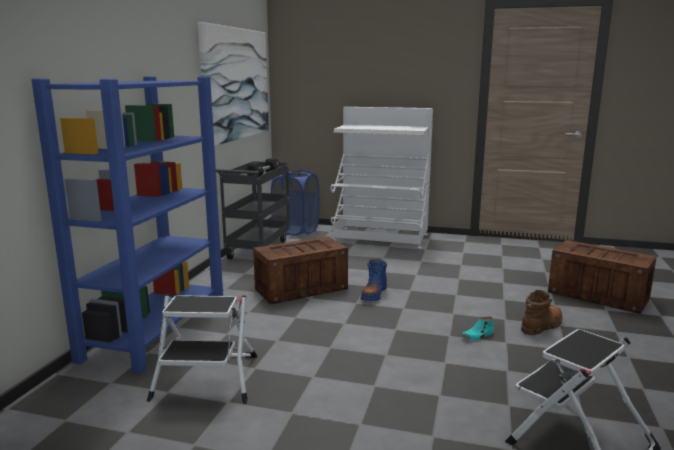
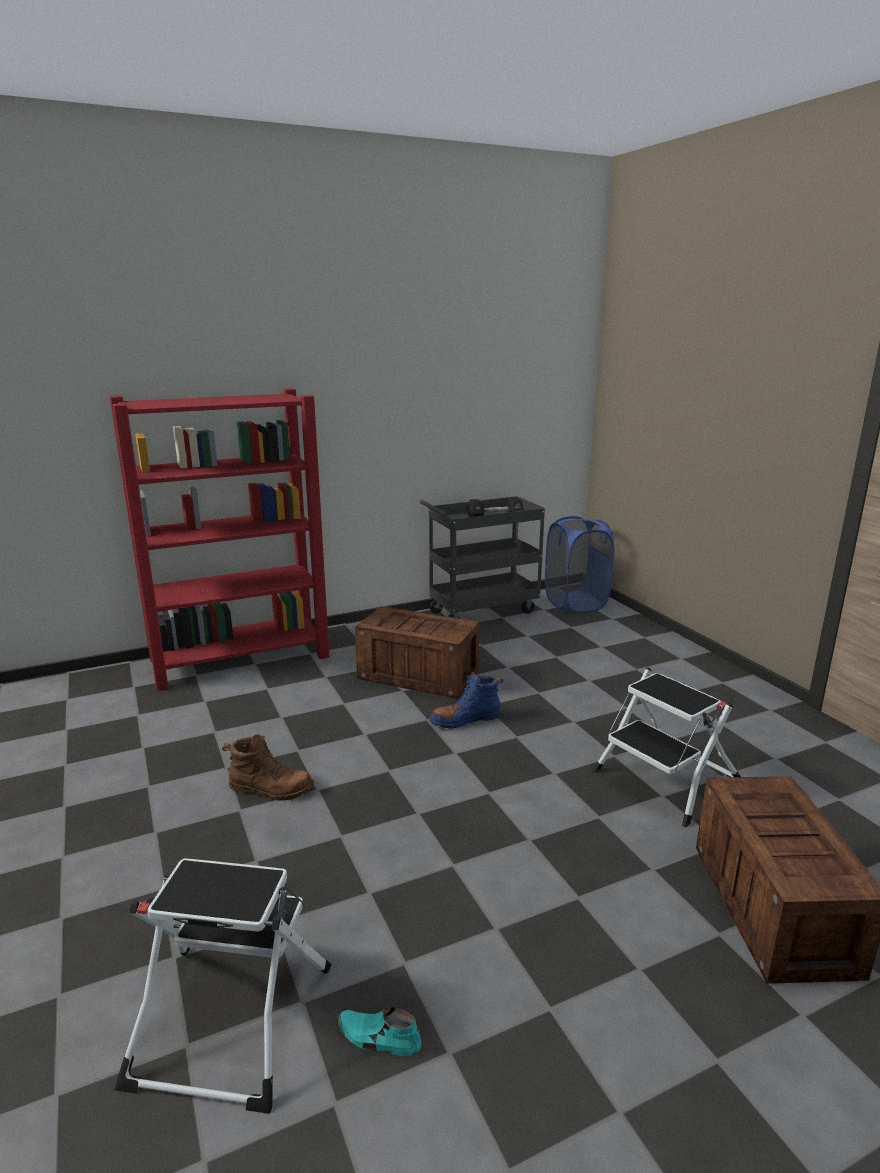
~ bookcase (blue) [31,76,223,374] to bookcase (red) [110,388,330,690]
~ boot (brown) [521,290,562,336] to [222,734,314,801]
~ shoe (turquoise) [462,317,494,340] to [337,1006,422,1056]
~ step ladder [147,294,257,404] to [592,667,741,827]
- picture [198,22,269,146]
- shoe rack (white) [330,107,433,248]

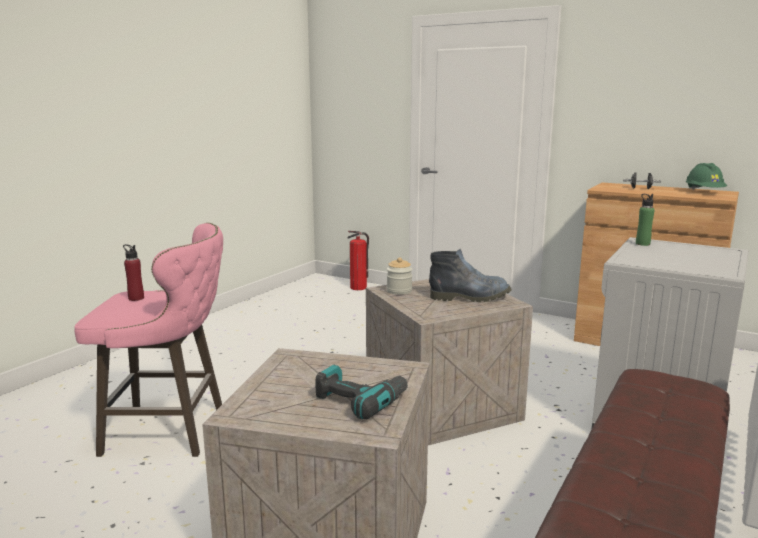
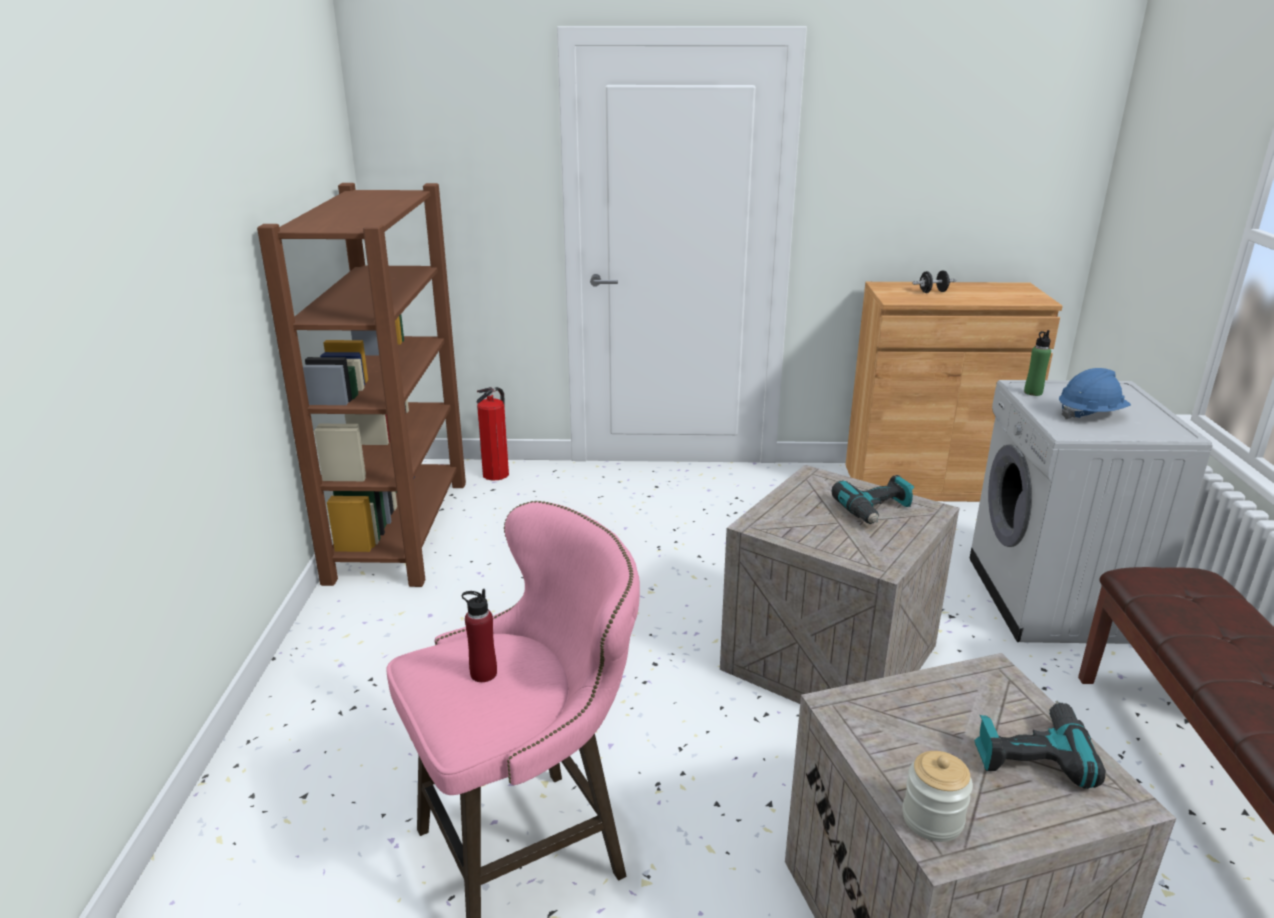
+ bookcase (brown) [257,183,466,587]
~ boot [429,248,512,302] to power drill [832,475,914,524]
~ jar [387,257,412,295] to [902,751,973,842]
+ hard hat (blue) [1059,368,1131,420]
- hard hat (green) [685,163,727,190]

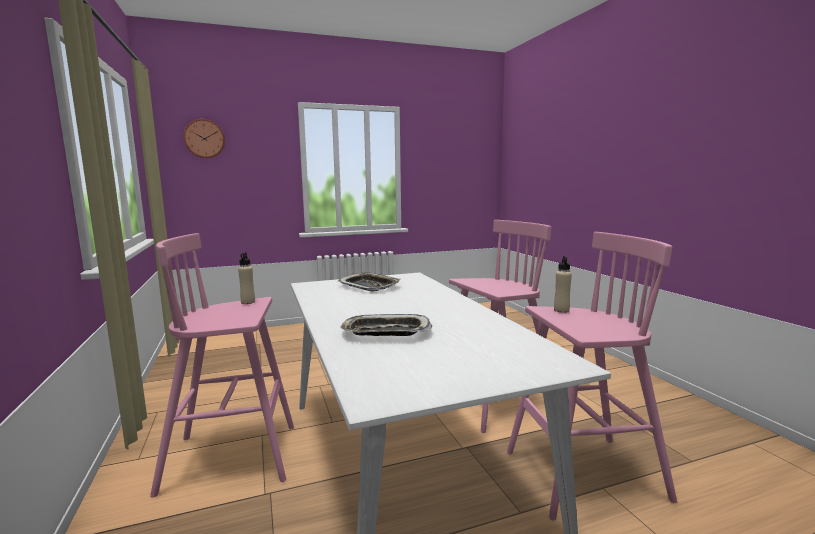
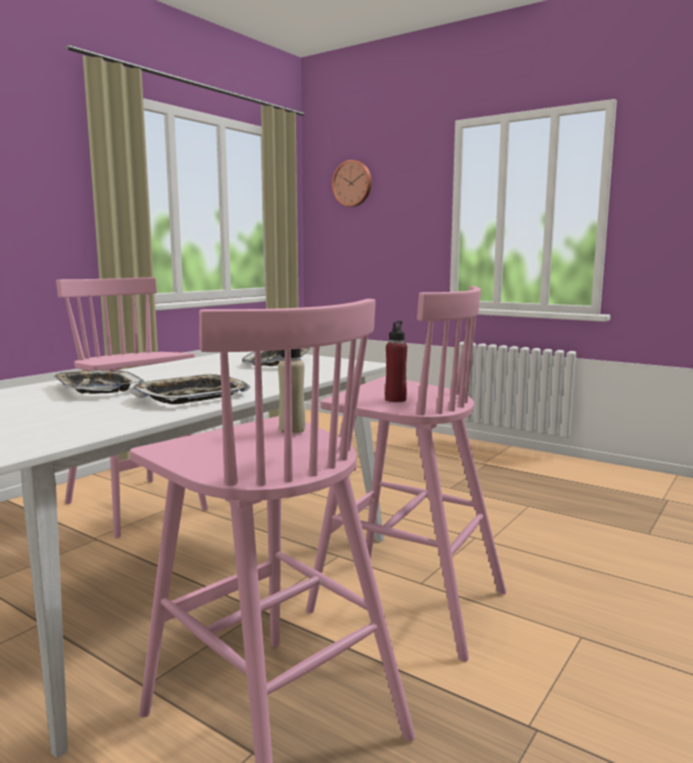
+ tray [131,374,250,404]
+ bottle (red) [385,321,407,402]
- bottle (beige) [238,252,255,304]

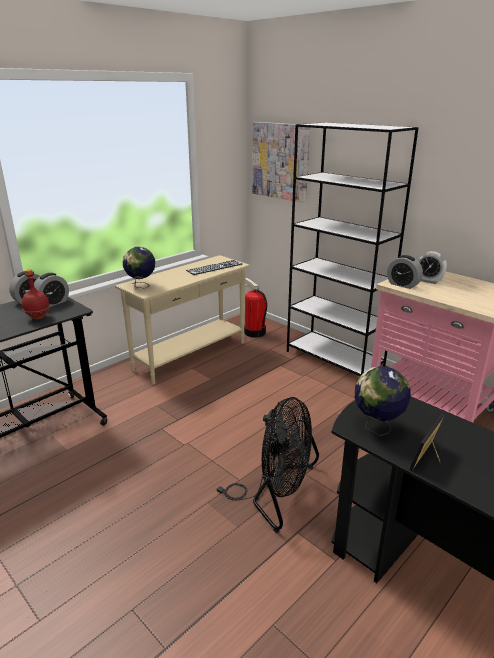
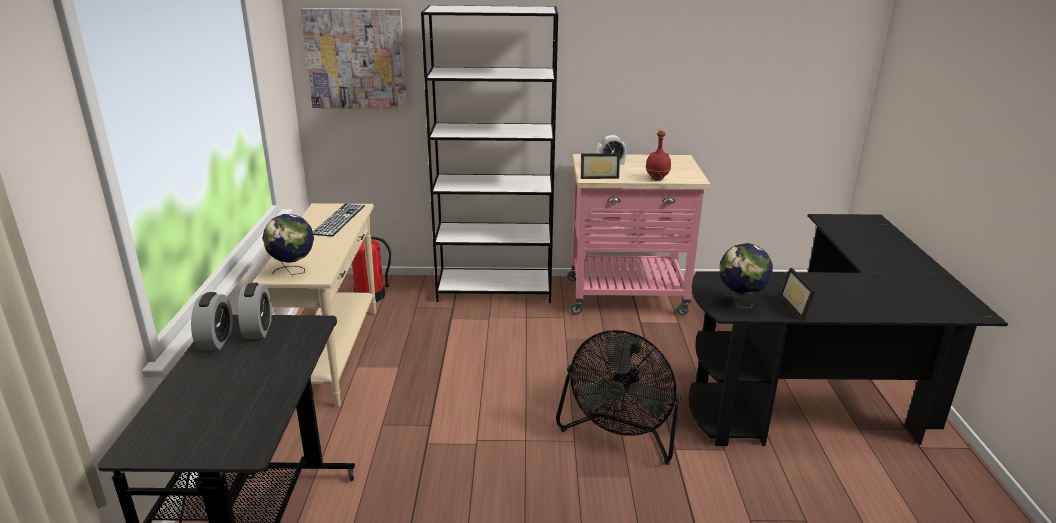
~ fan (black) [217,397,319,533] = [556,330,681,465] 135 degrees clockwise
~ alarm clock [387,255,423,289] to picture frame [581,153,620,179]
~ bottle (red) [22,269,50,320] to [646,130,671,181]

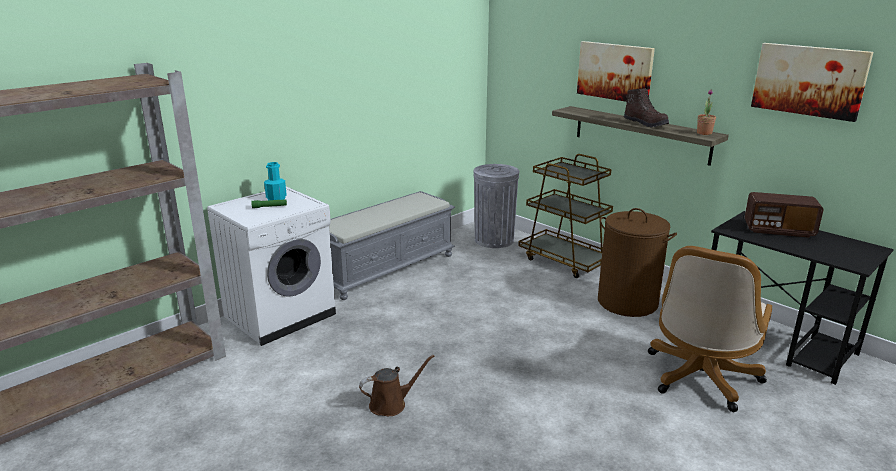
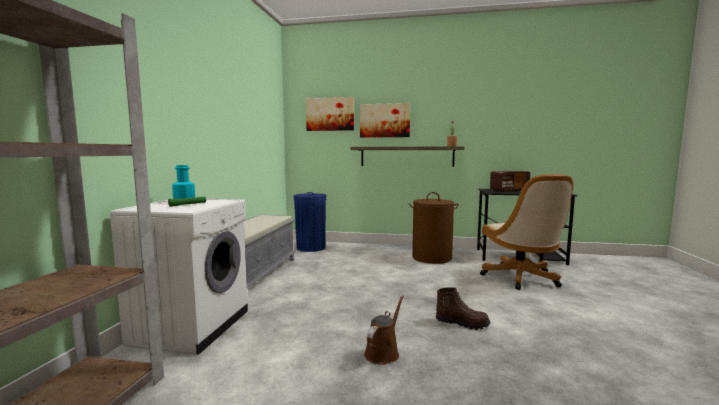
~ trash can (grey) [474,164,519,248] to trash can (blue) [294,192,326,252]
~ picture [751,43,873,122] to [306,97,354,131]
~ boot (brown) [624,88,669,127] to [436,287,491,330]
- cart (brown) [518,154,613,278]

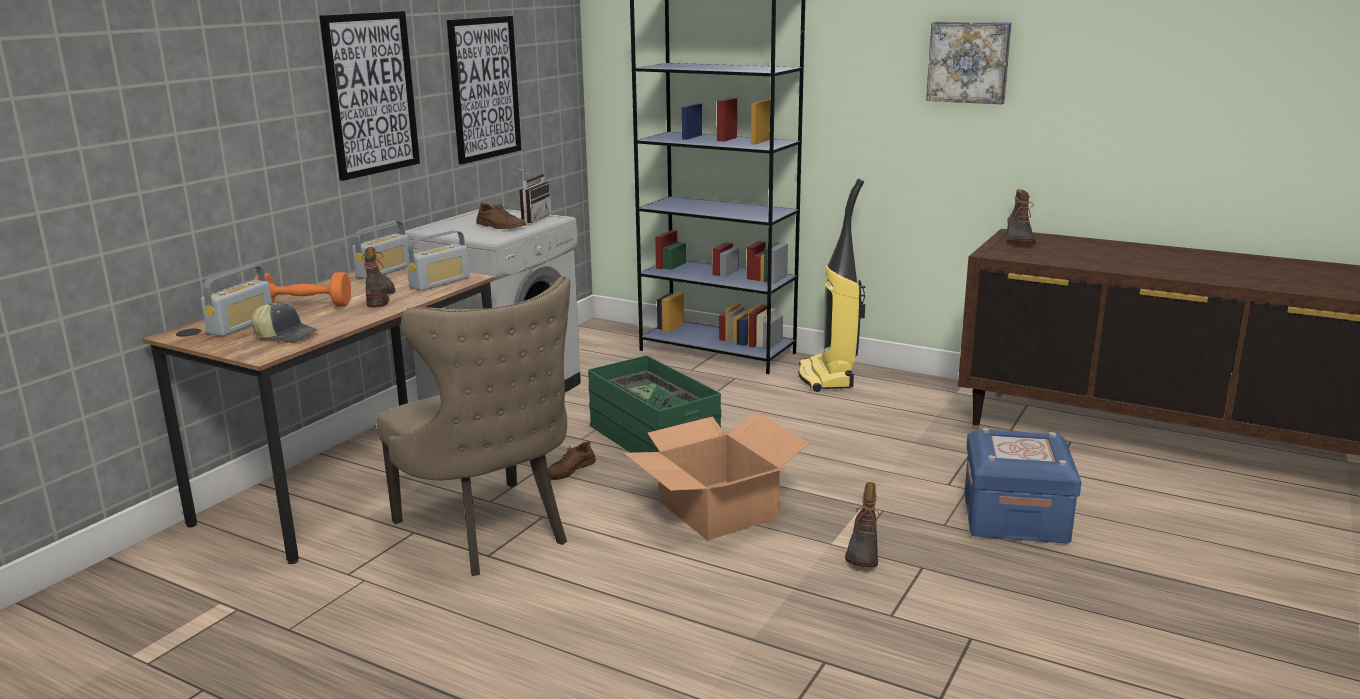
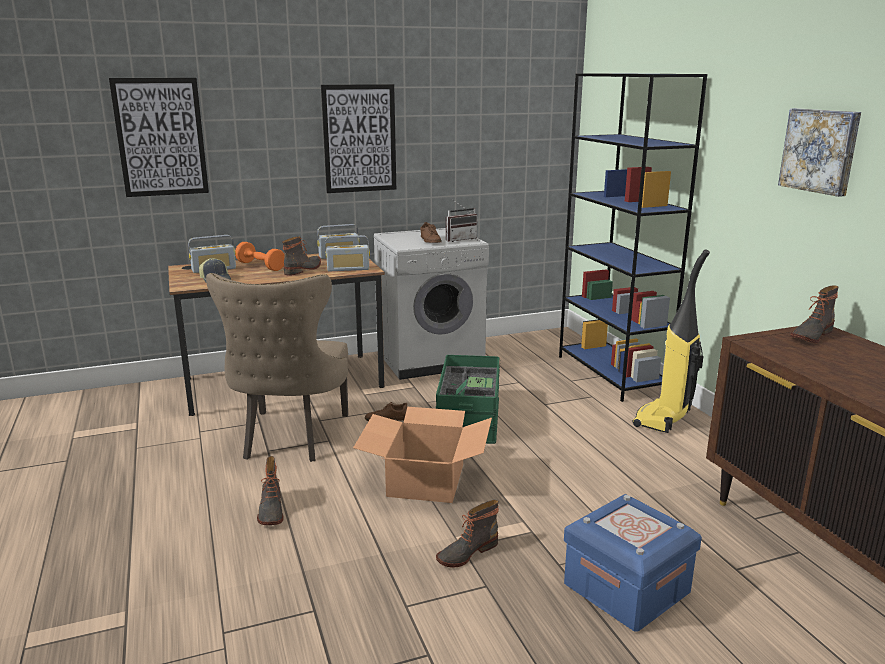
~ picture [447,16,522,164] to [109,78,209,197]
+ boot [257,456,283,525]

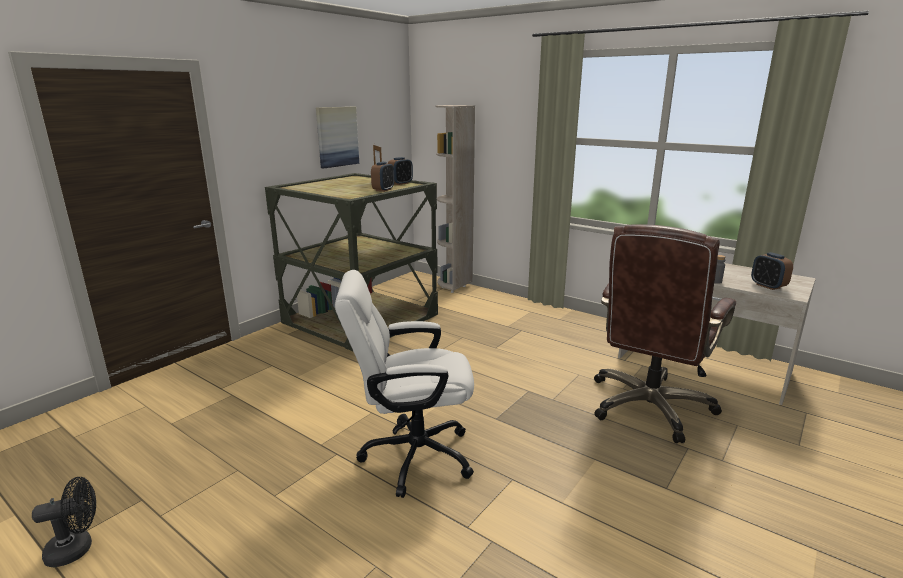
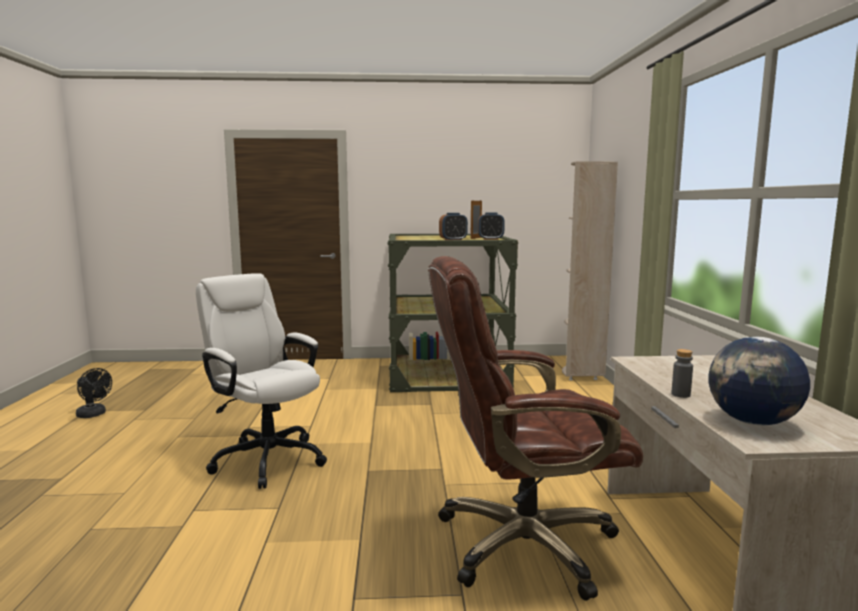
~ alarm clock [751,252,793,290] to globe [708,337,810,426]
- picture [316,107,359,169]

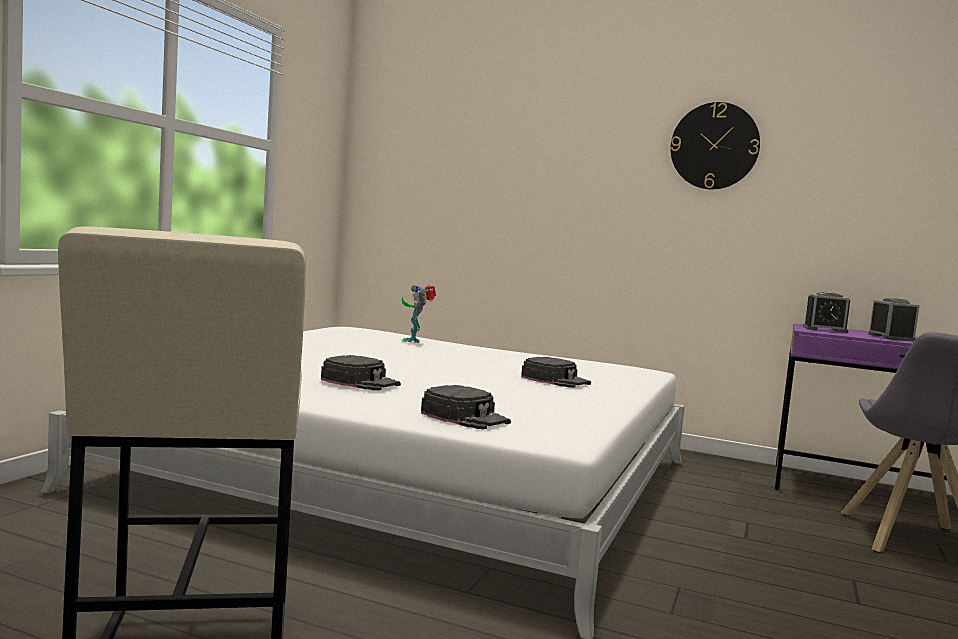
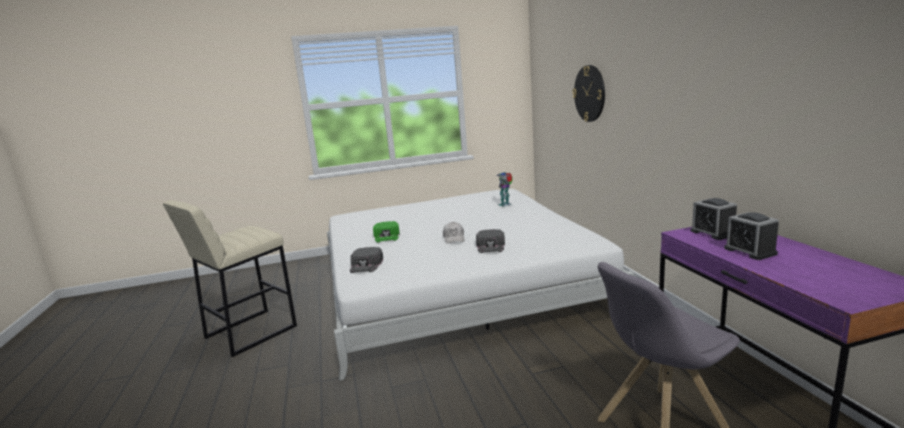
~ cap (black) [321,355,401,390] to cap (green) [373,221,400,242]
+ cap (white) [443,222,465,243]
~ wall clock [670,102,760,190] to [573,65,605,122]
~ alarm clock [868,298,920,341] = [724,212,779,260] 105 degrees clockwise

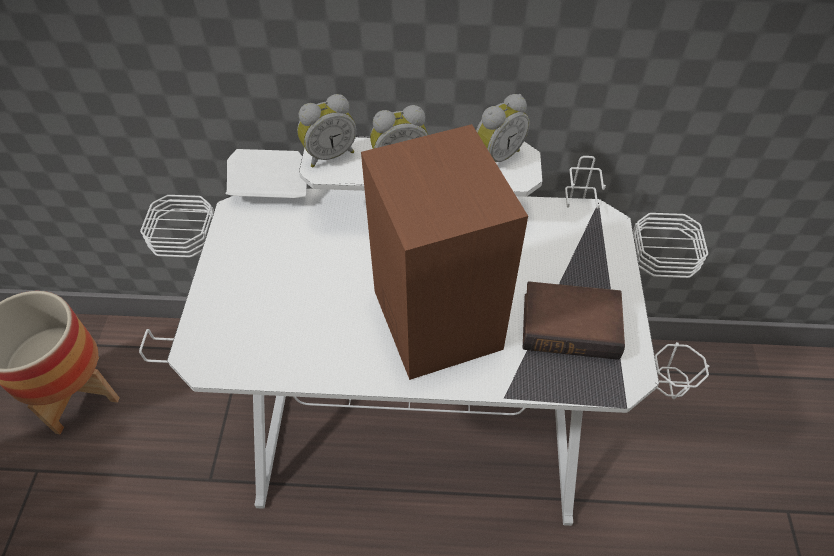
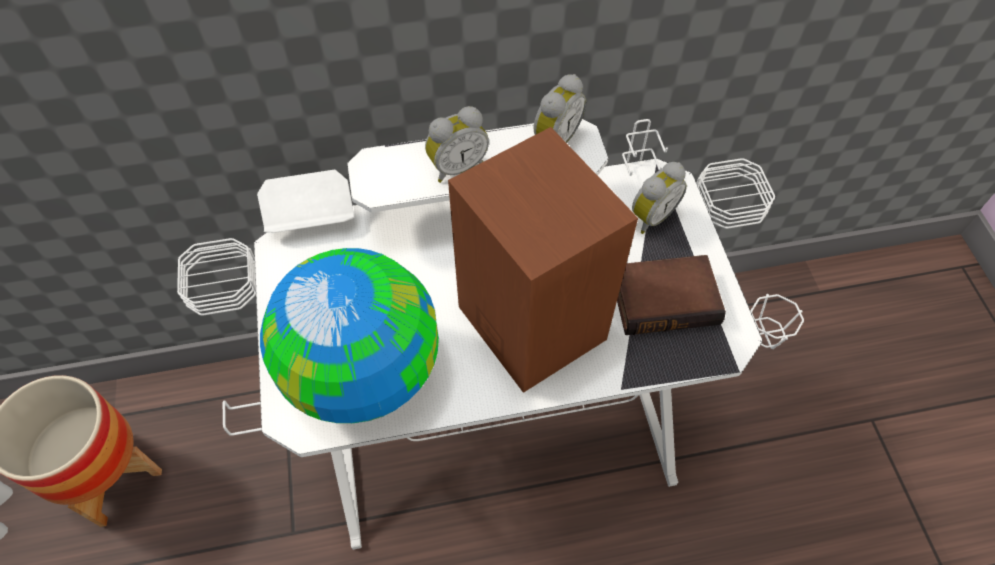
+ globe [260,248,439,423]
~ alarm clock [297,94,357,168] to [632,162,687,234]

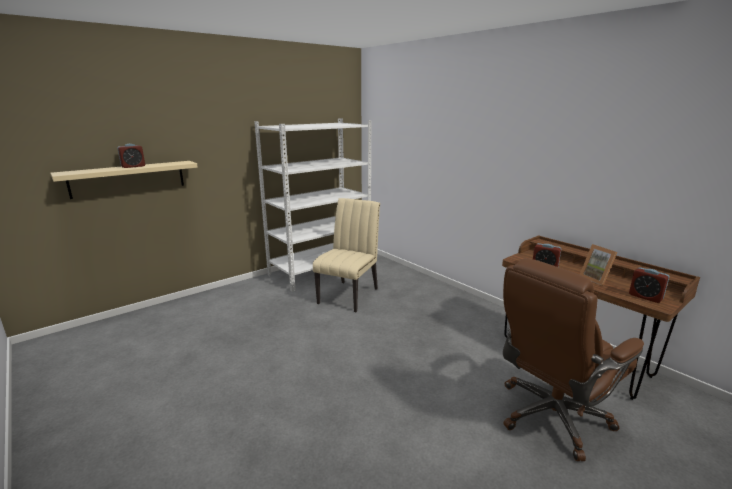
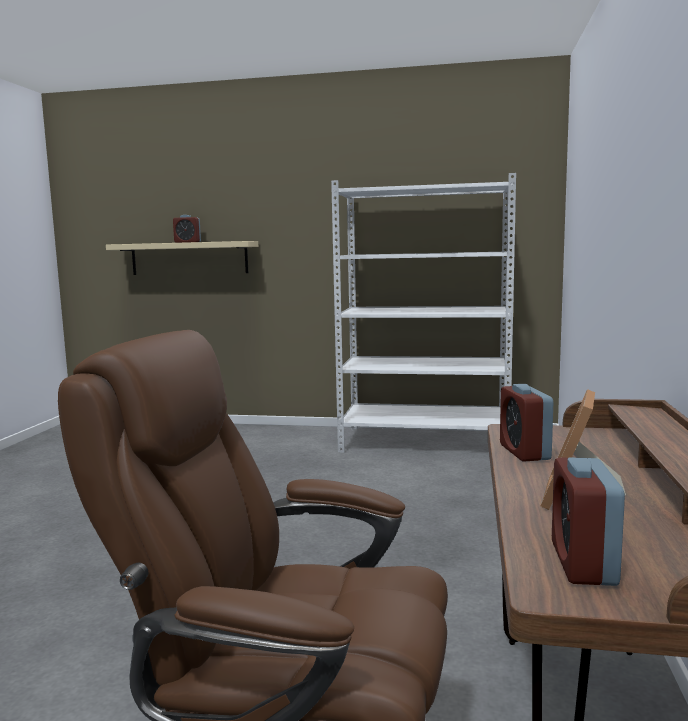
- chair (beige) [313,198,380,312]

